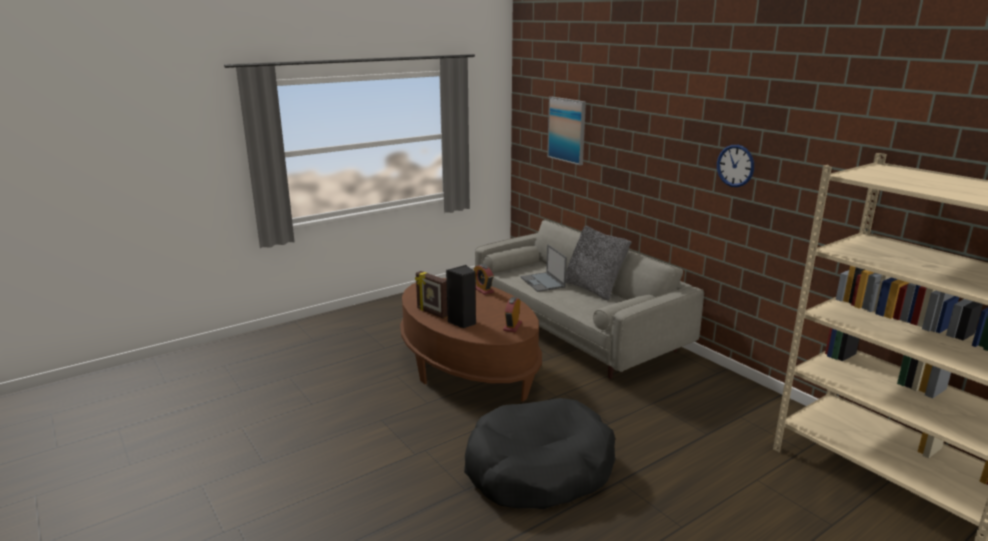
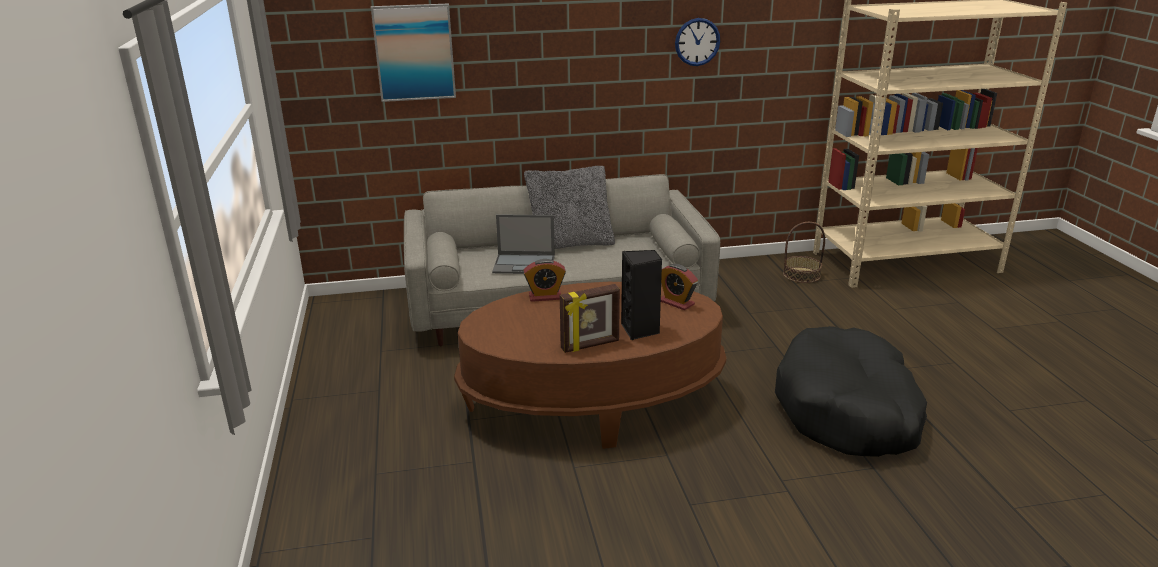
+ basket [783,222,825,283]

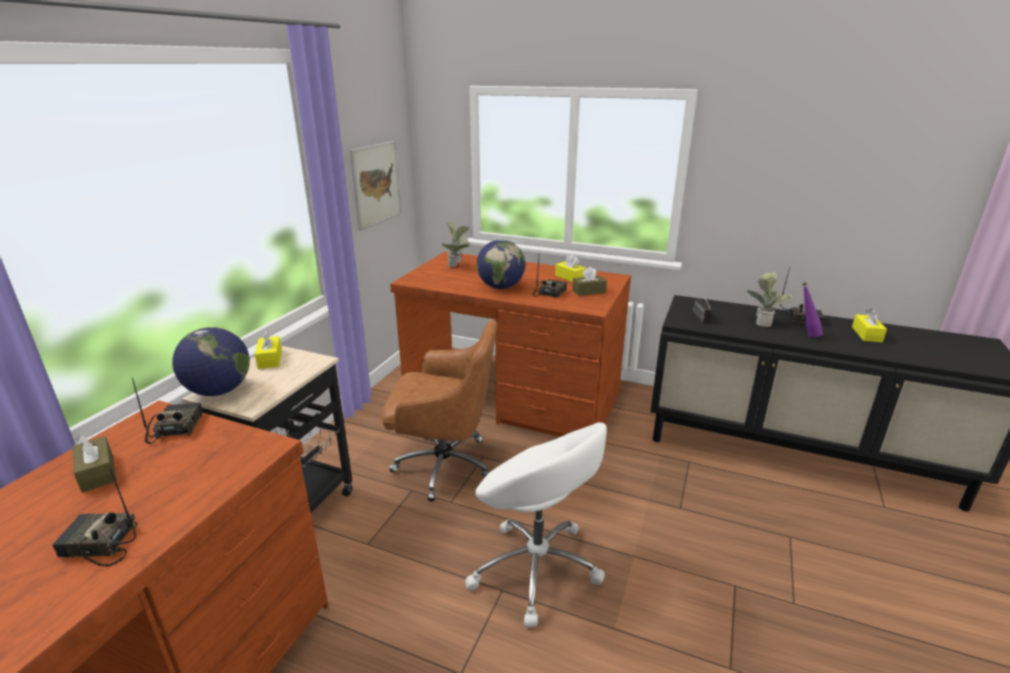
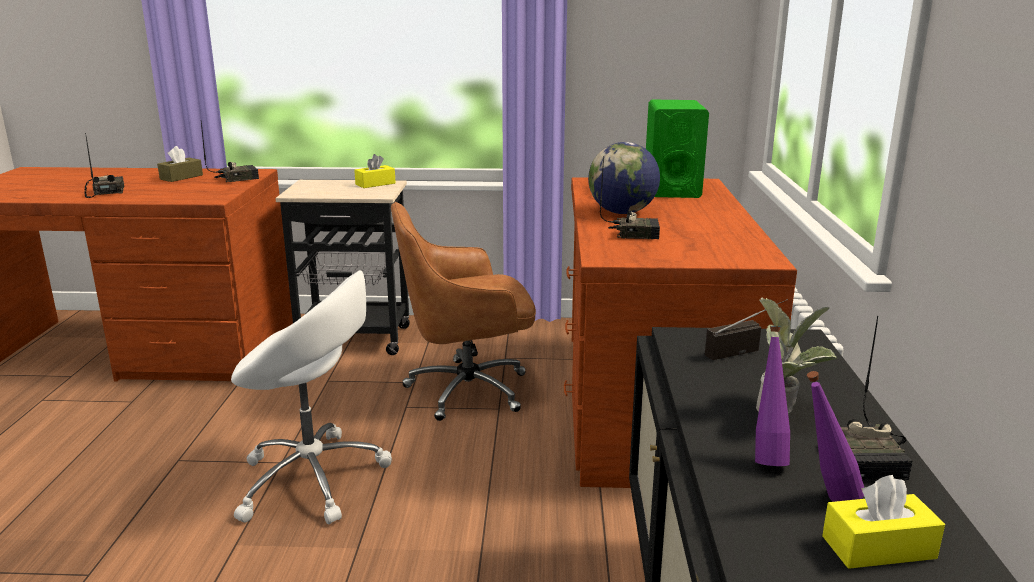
~ office chair (white) [465,422,607,627] = [231,270,392,524] 105 degrees counterclockwise
~ office chair (brown) [381,319,498,502] = [391,202,536,421] 90 degrees clockwise
~ potted plant [442,222,471,267] to speaker (green) [646,100,709,198]
+ bottle (purple) [807,371,864,502]
- globe [173,327,250,396]
- picture [350,141,402,231]
- tissue box (yellow) [555,254,586,282]
- tissue box (brown) [572,267,607,296]

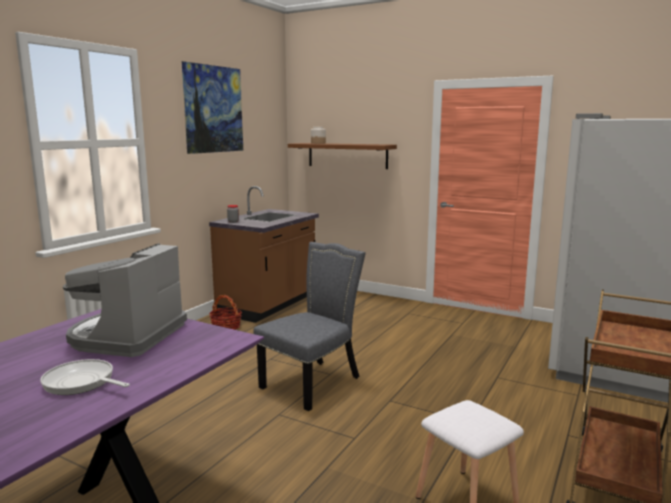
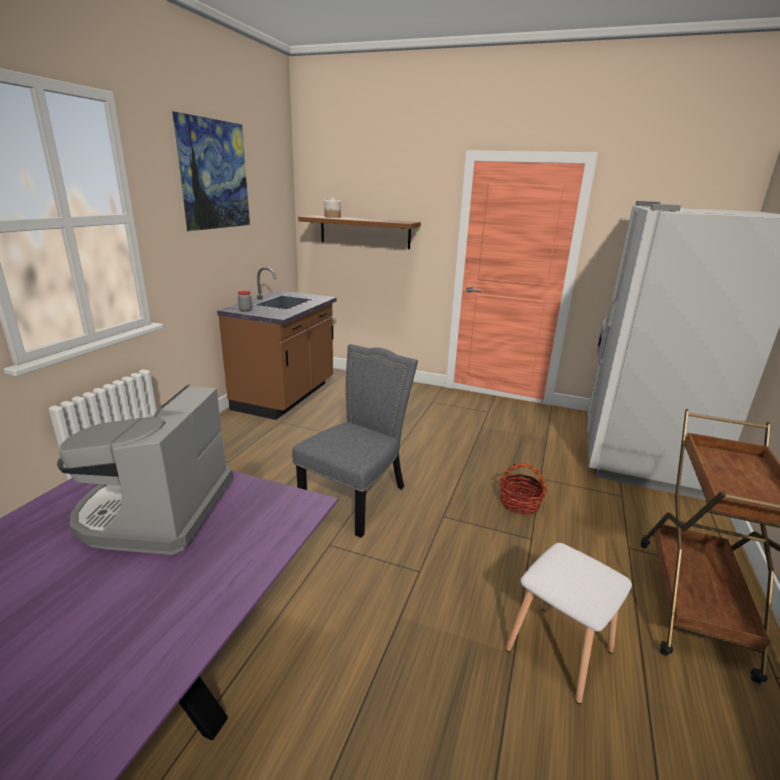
~ basket [209,295,242,330] to [500,463,548,515]
- frying pan [40,359,130,395]

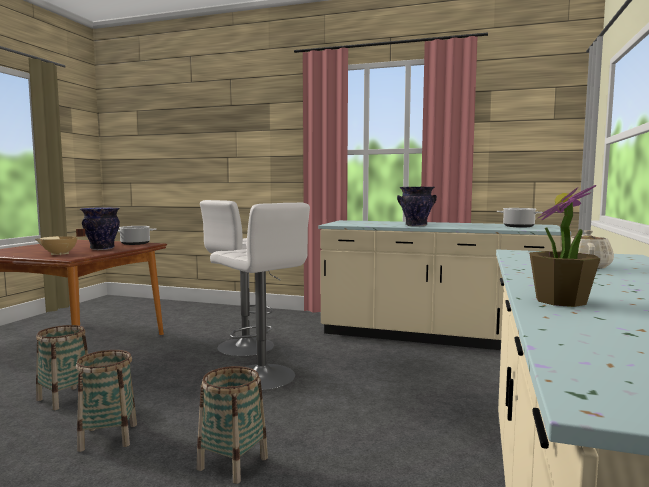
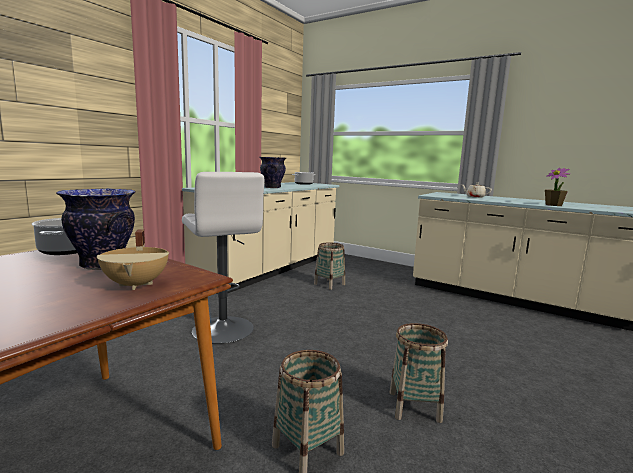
~ basket [197,366,268,484] to [314,242,345,290]
- stool (white) [210,203,310,390]

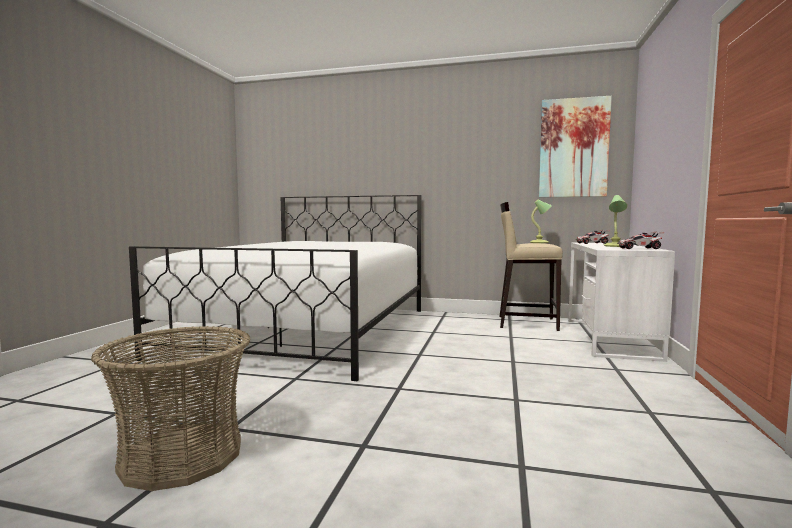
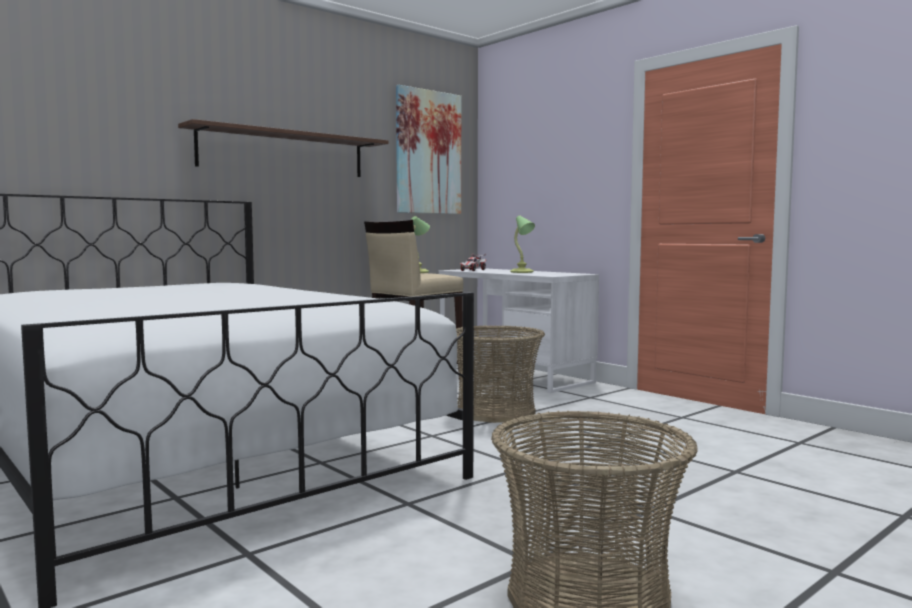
+ shelf [178,119,388,177]
+ basket [456,325,545,423]
- toy car [617,231,664,249]

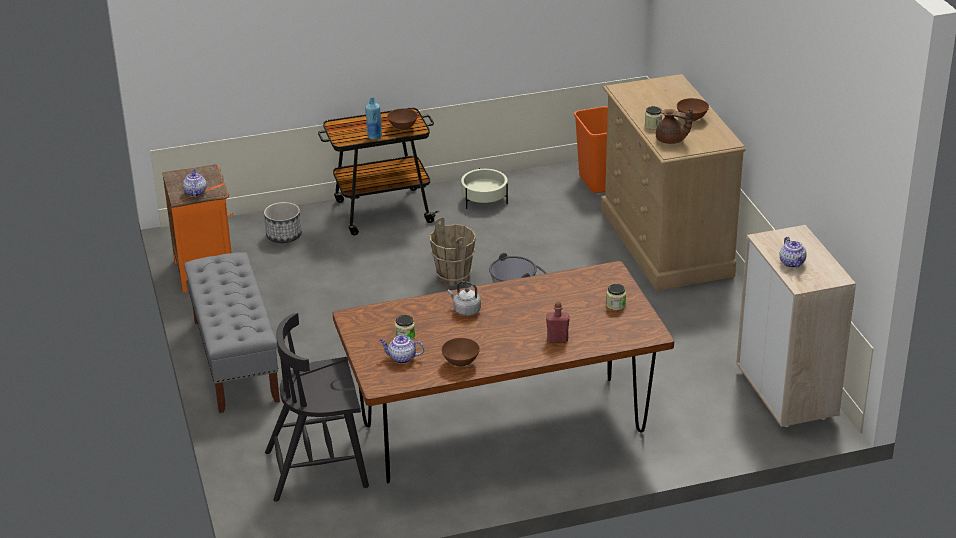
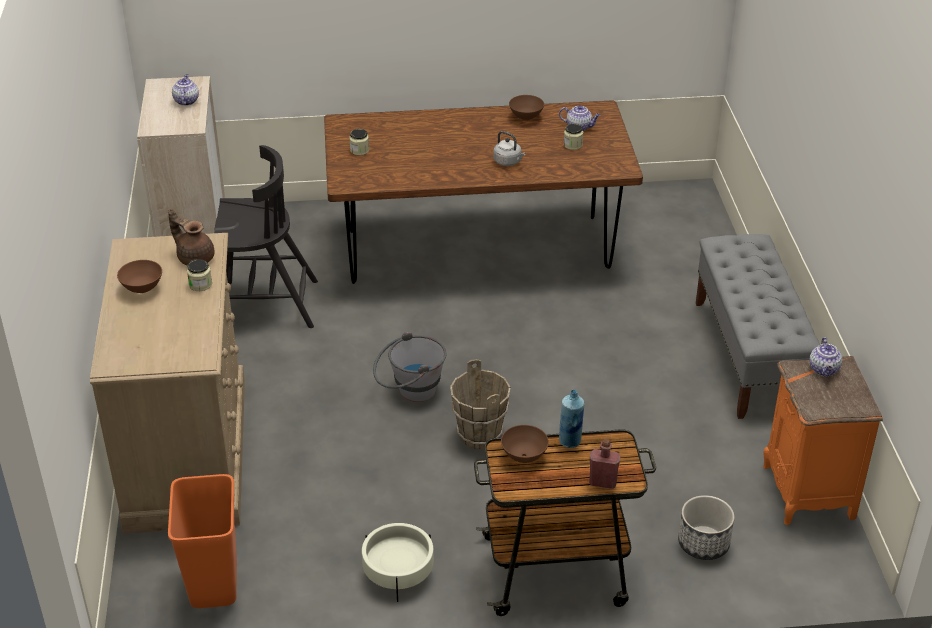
~ chair (black) [265,313,369,502] to [214,145,318,328]
~ bottle (red) [546,302,570,343] to [589,439,621,489]

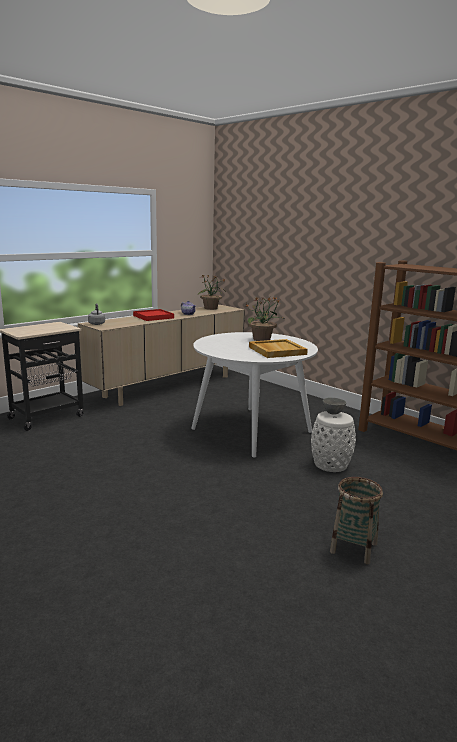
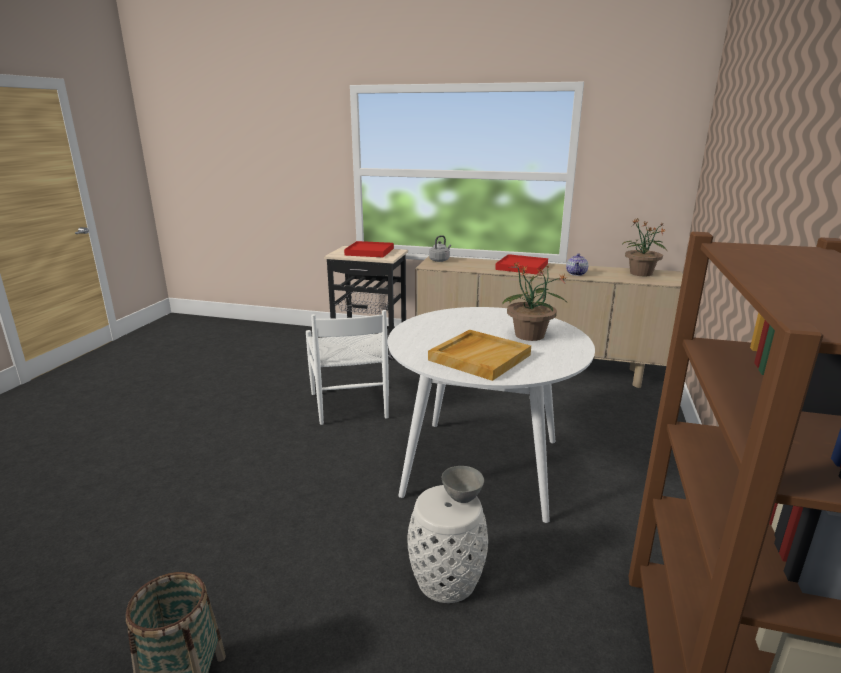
+ chair (white) [306,310,389,425]
+ tray (red) [344,241,394,257]

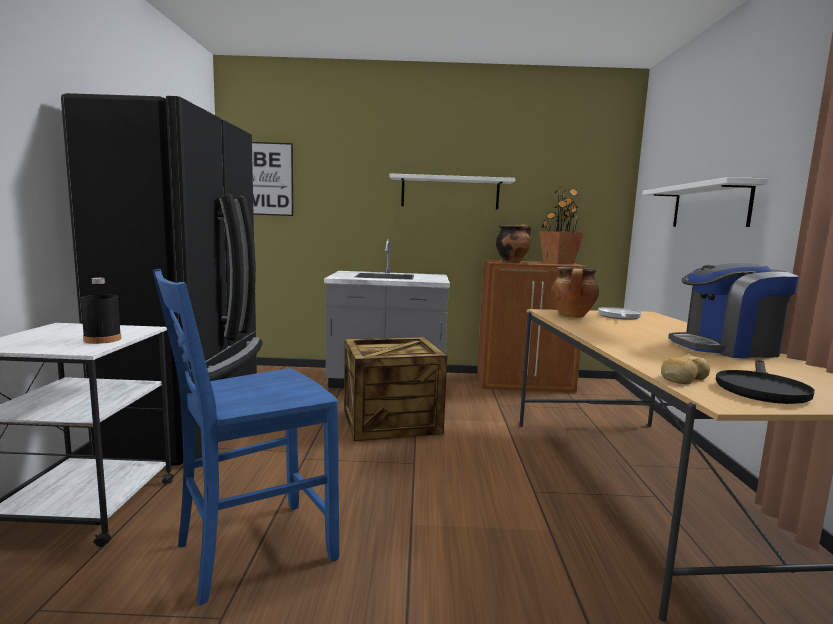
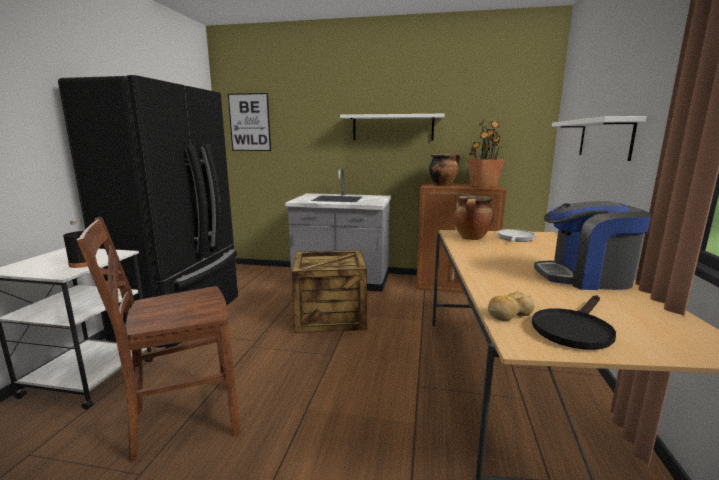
~ chair (blue) [153,269,339,605] to chair (brown) [77,217,240,462]

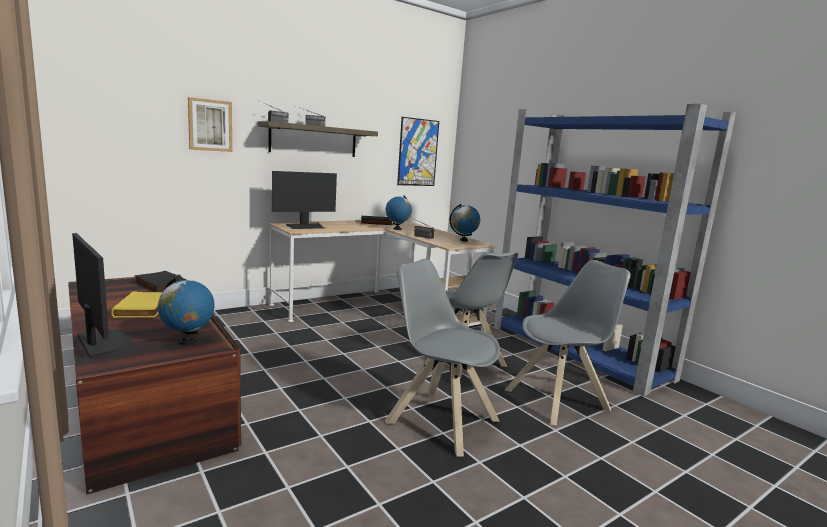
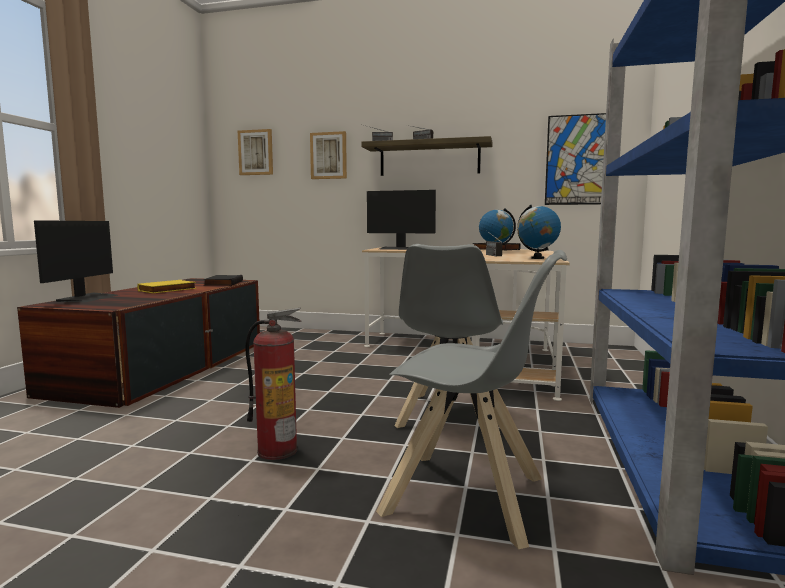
+ picture [238,129,273,175]
~ chair (grey) [385,259,500,457] to fire extinguisher [246,308,301,460]
- globe [158,277,215,345]

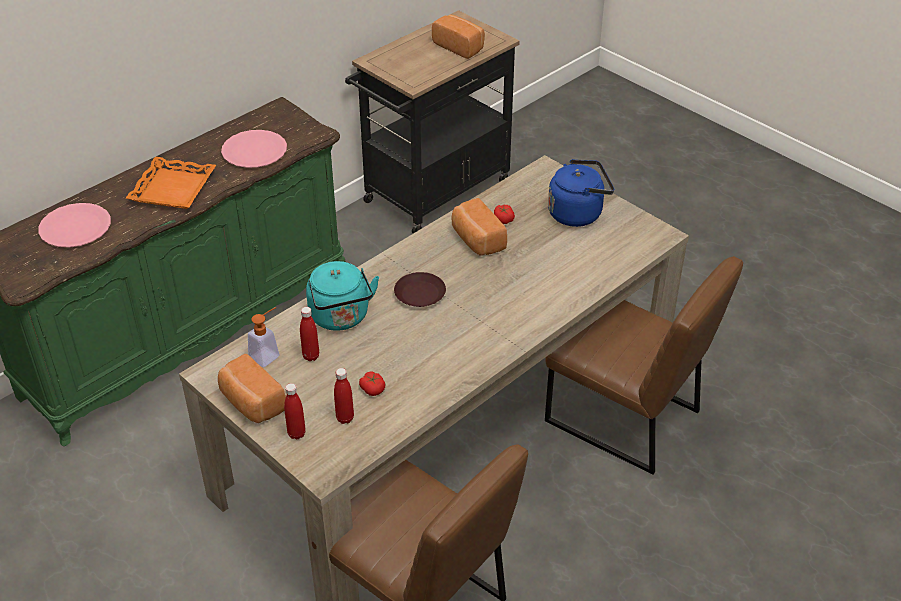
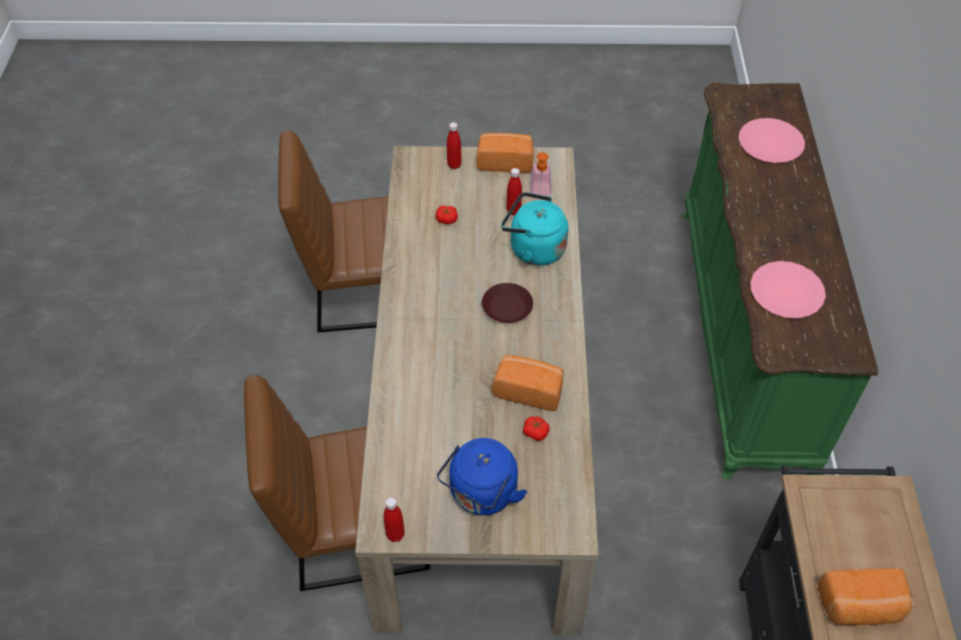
~ bottle (red) [334,368,354,424] to [384,497,405,542]
- tray (orange) [126,157,216,209]

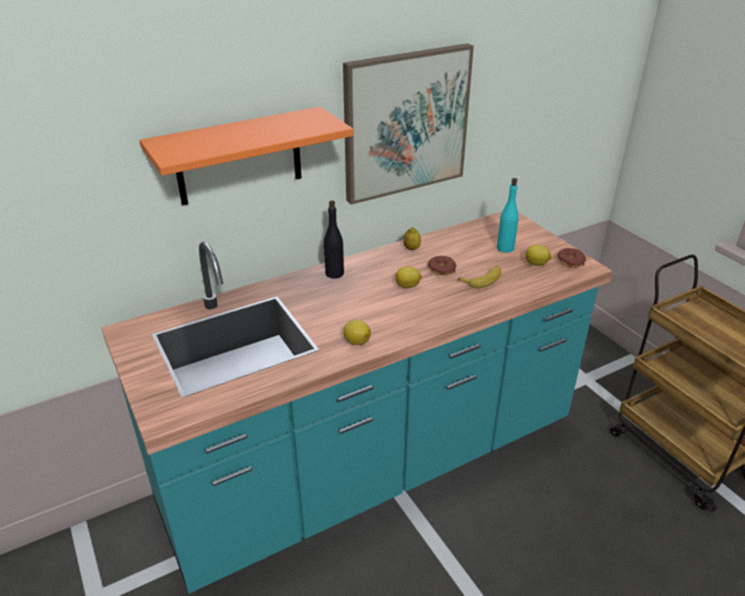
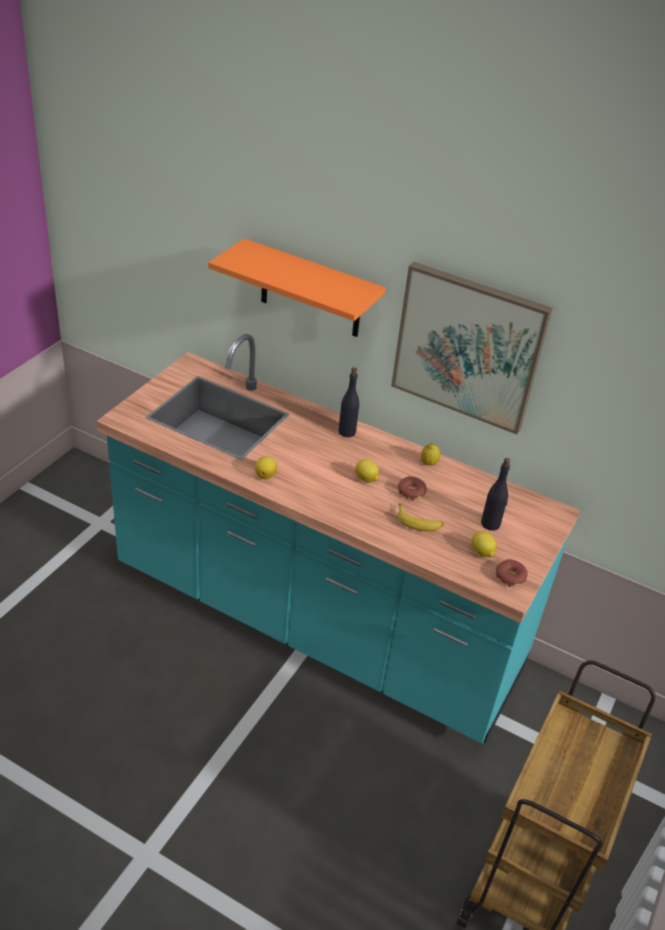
~ bottle (turquoise) [497,178,519,253] to bottle (black) [481,458,510,531]

